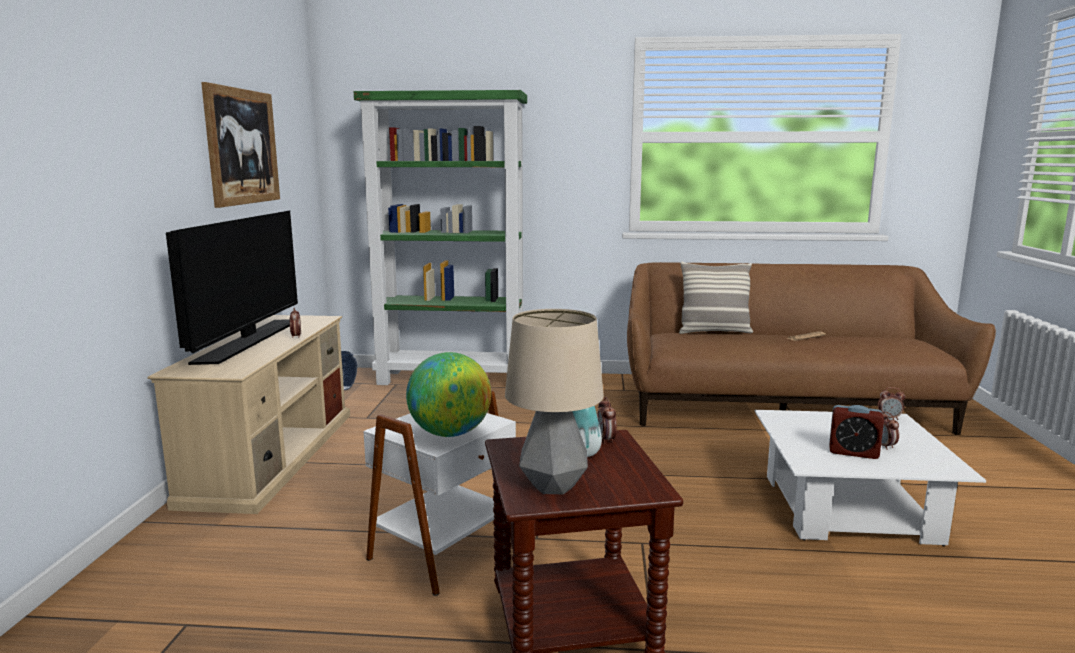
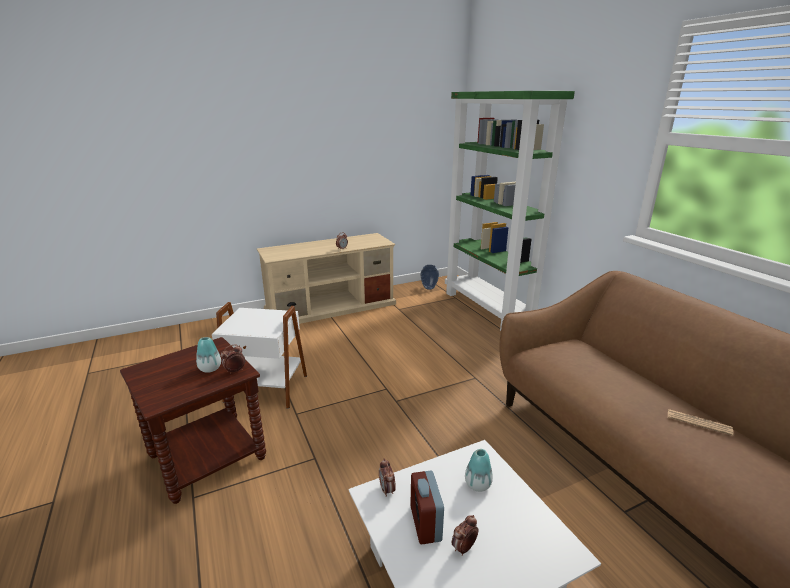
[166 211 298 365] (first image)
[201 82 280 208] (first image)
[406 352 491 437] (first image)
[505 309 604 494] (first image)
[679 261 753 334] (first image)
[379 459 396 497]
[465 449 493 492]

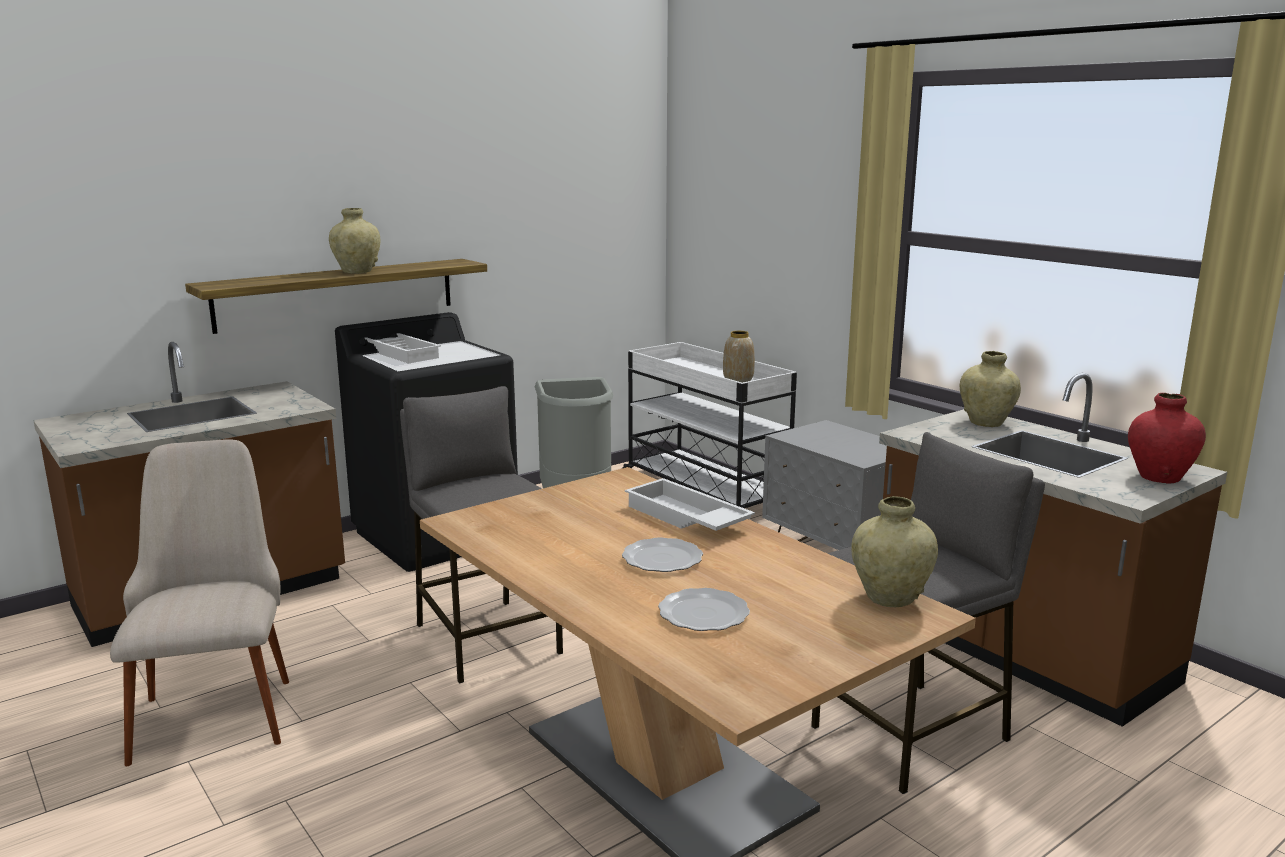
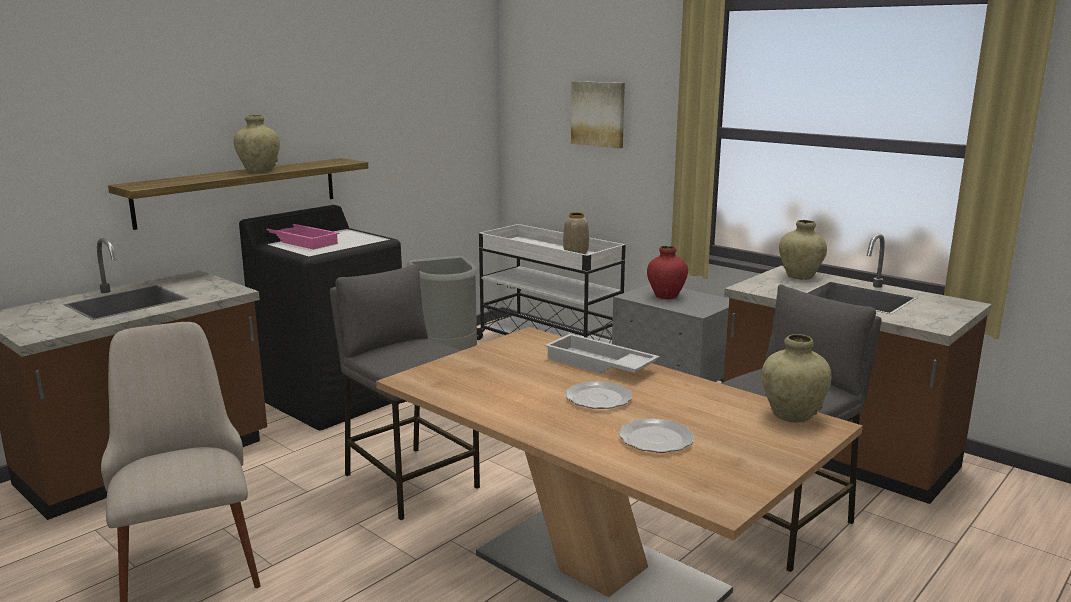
[267 224 339 249]
[647 246 688 299]
[571 81 625 149]

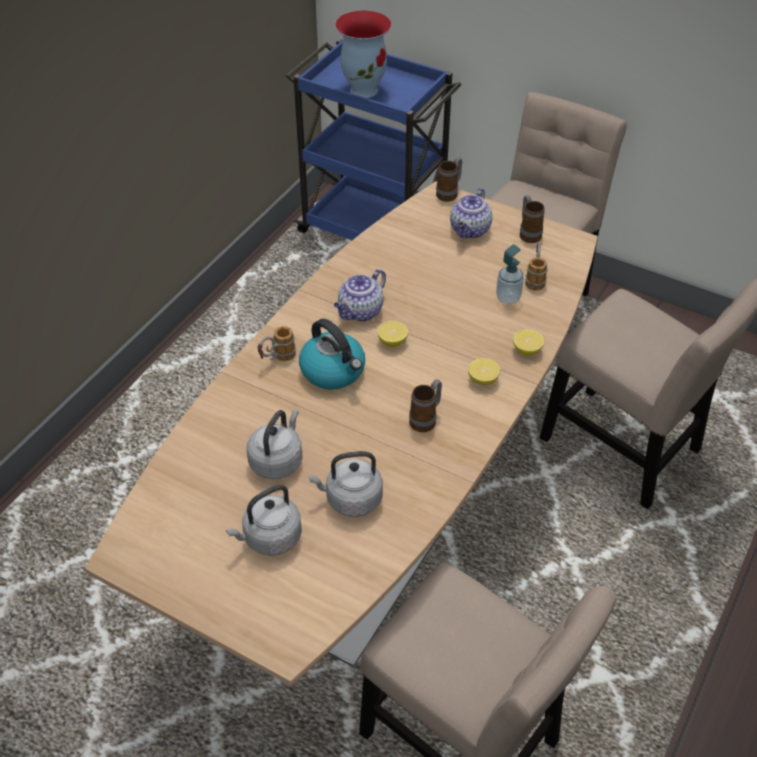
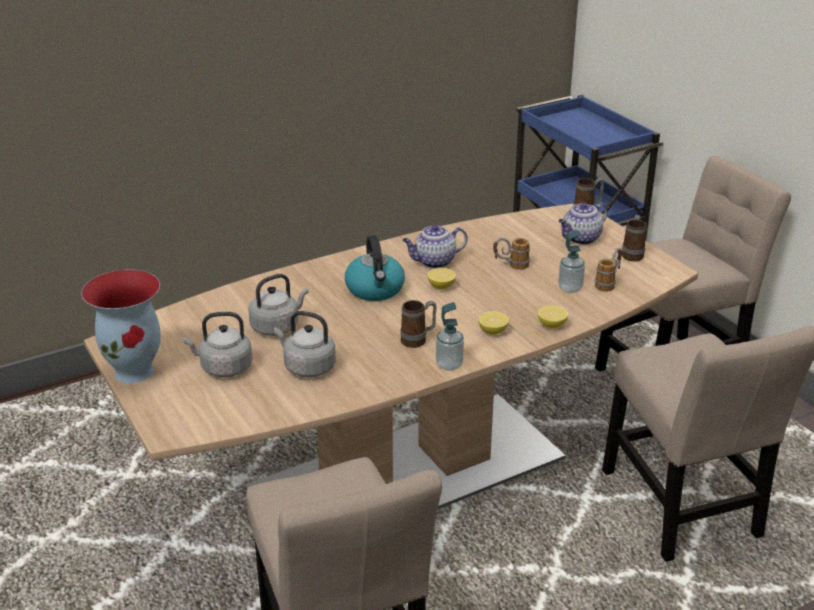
[493 238 530 270]
[81 270 161 383]
[436 302 464 371]

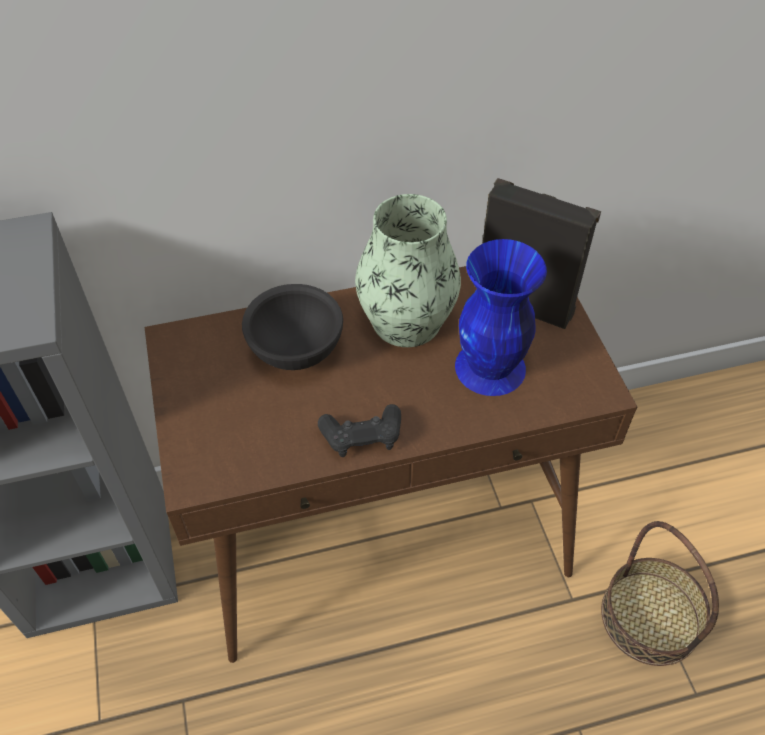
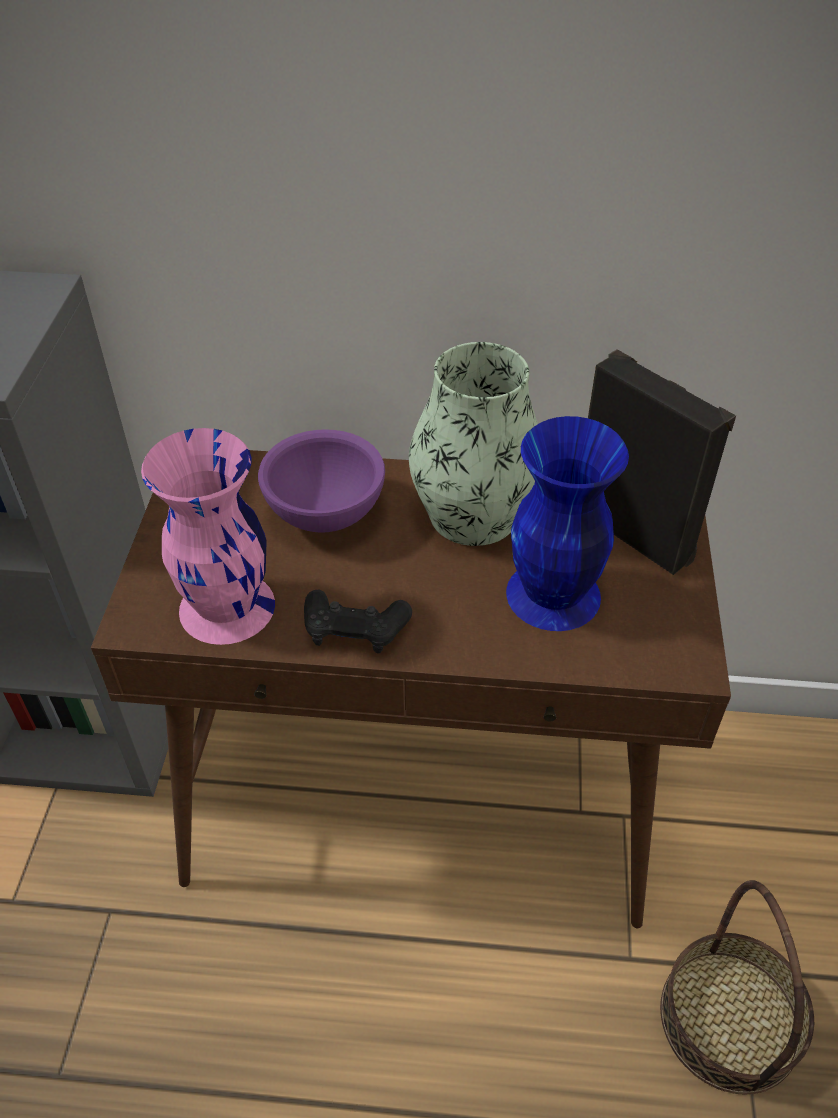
[258 429 385 533]
[141 428 275 645]

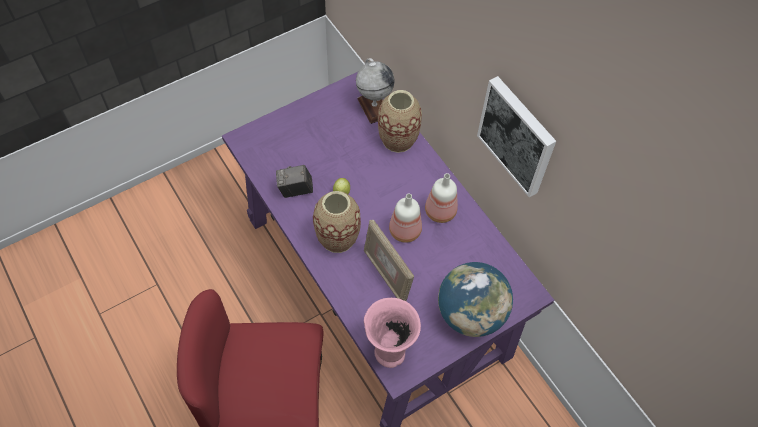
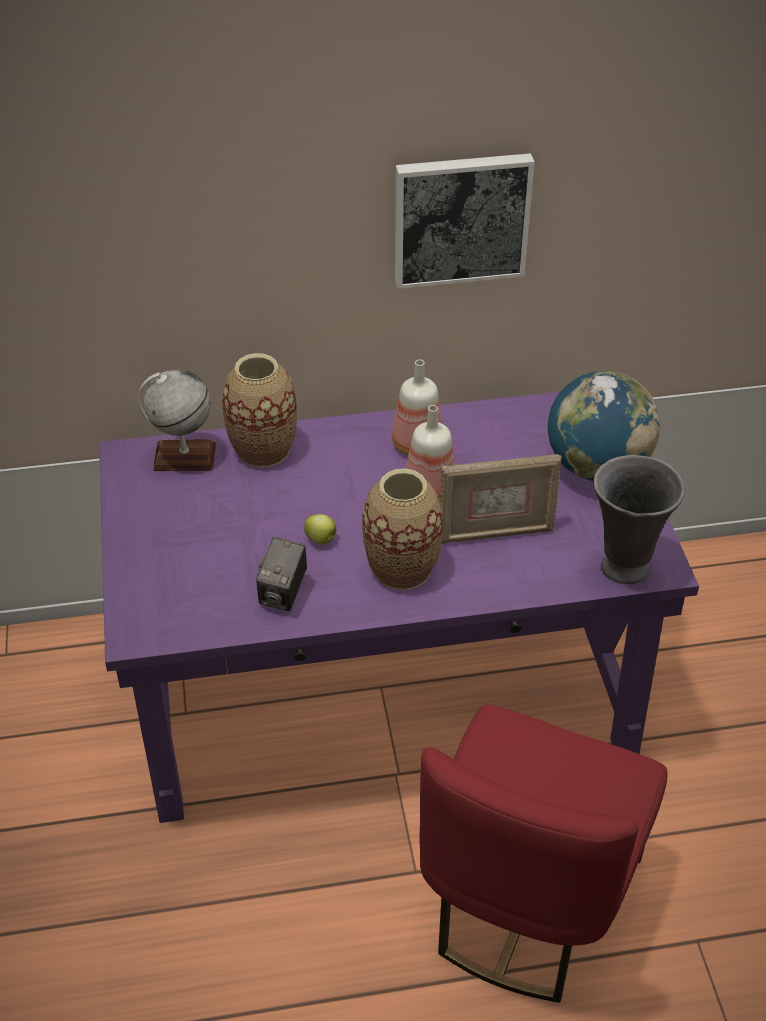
[593 455 685 584]

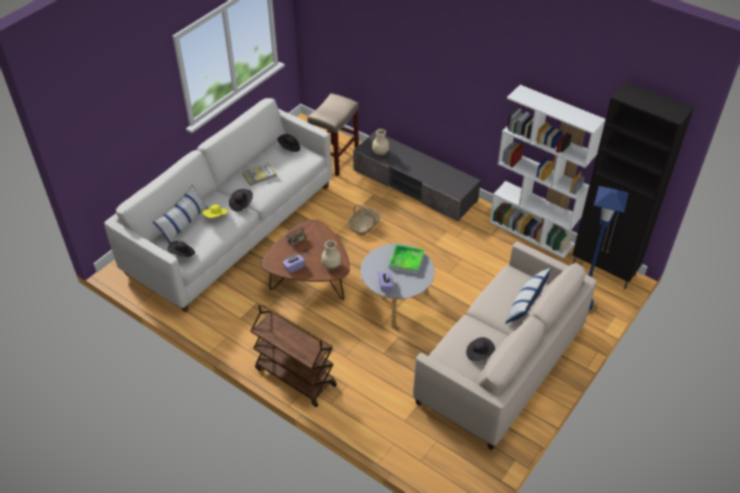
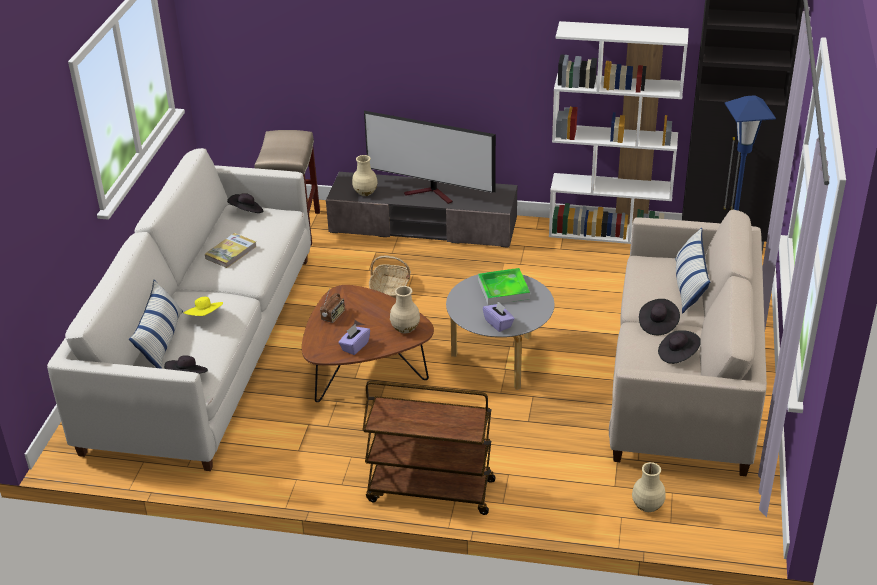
[639 299 680 335]
[364 111 496 204]
[632 462 666 512]

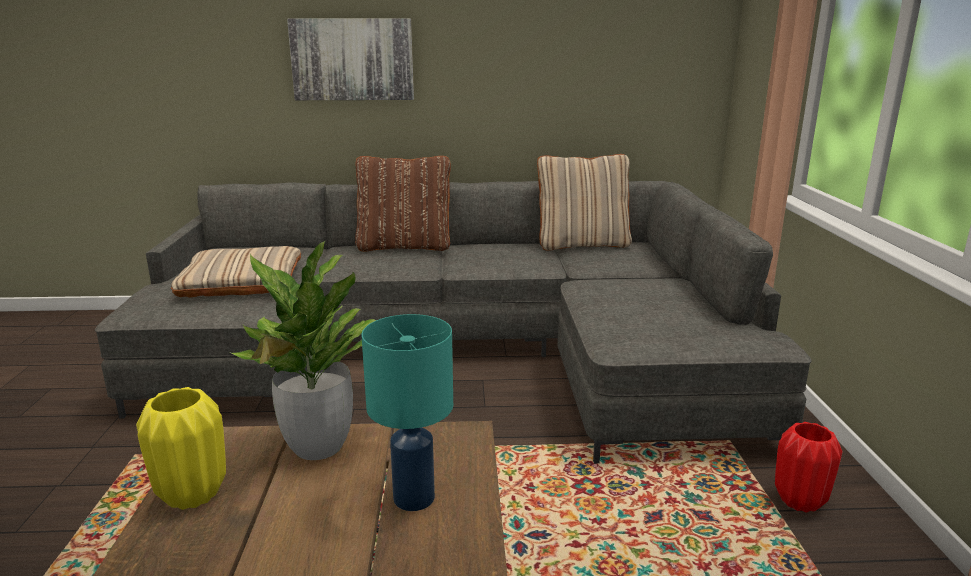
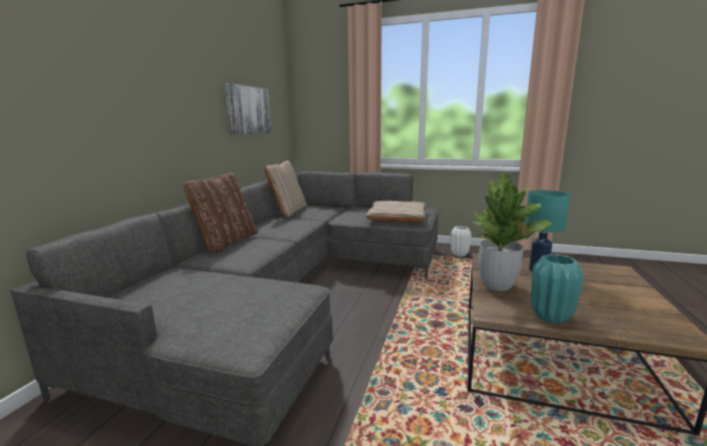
[531 254 584 323]
[366 201 426 222]
[225 83 271 134]
[450 226 471 257]

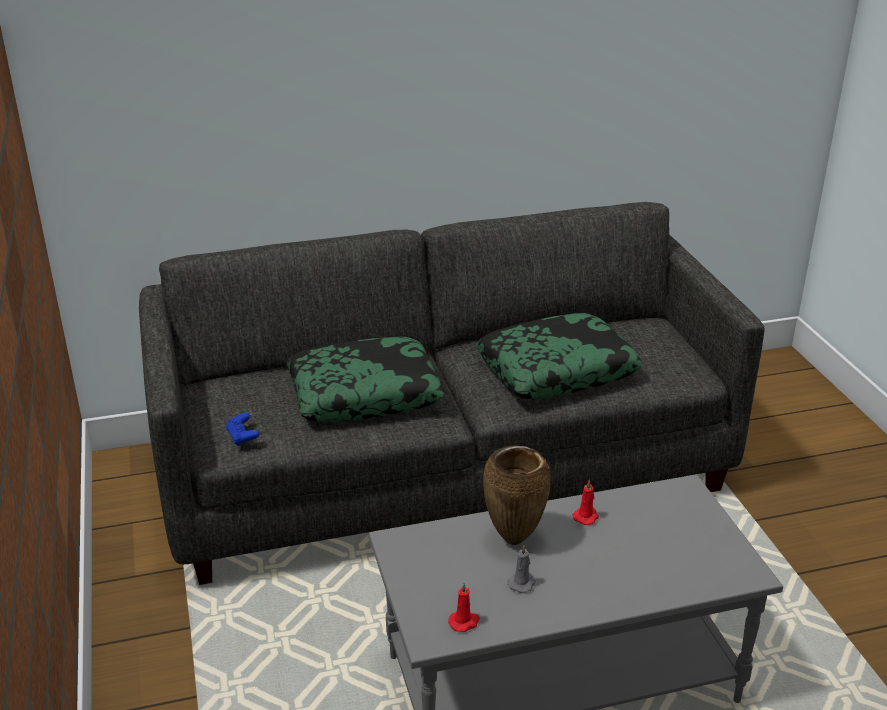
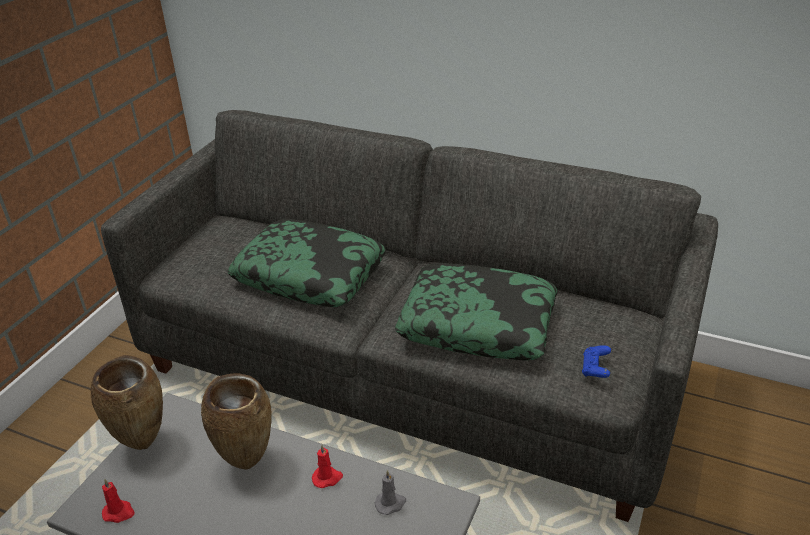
[582 346 611 378]
[375 470 406 515]
[91 355 163 450]

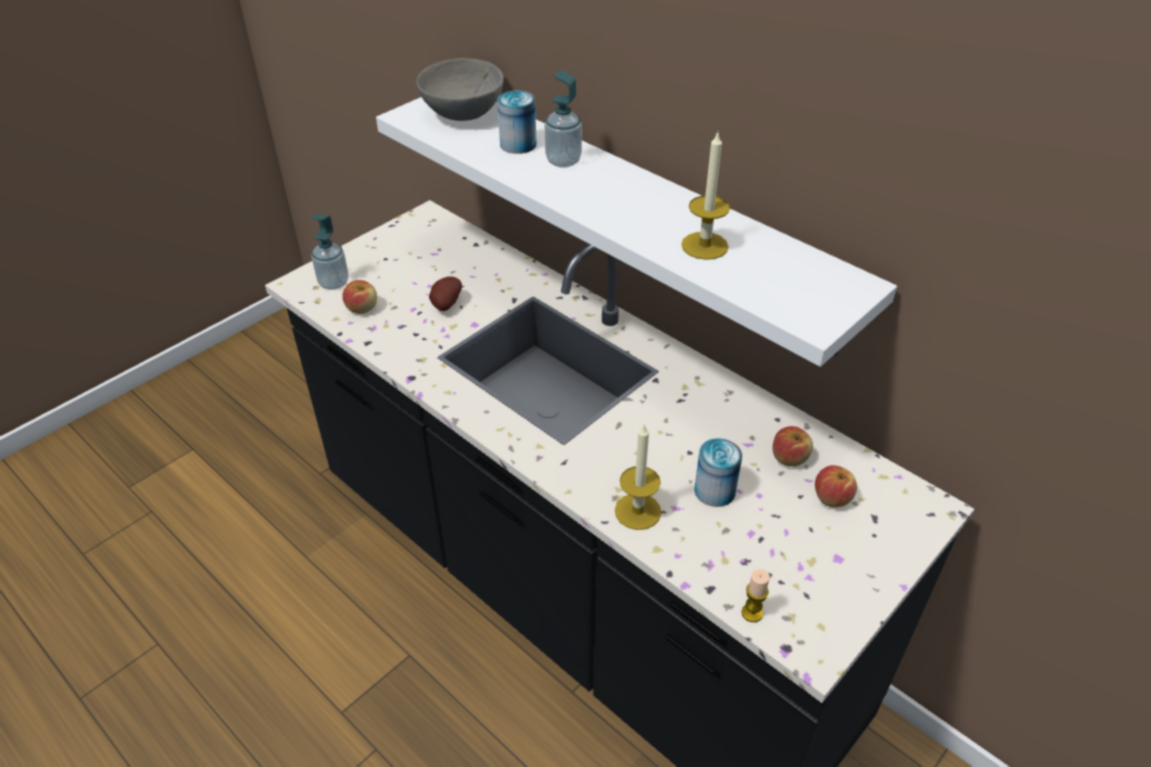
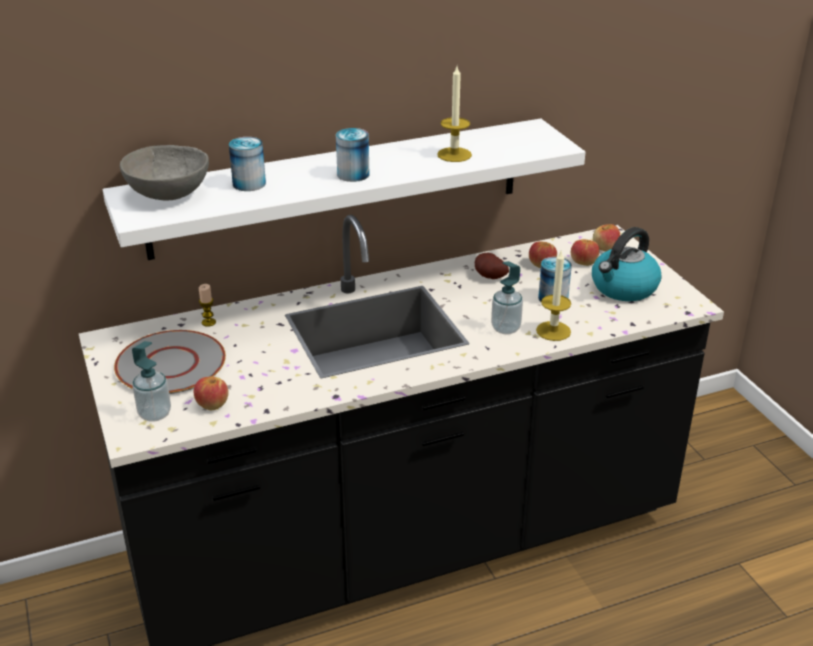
[475 253 509 279]
[491 261 523 335]
[199 284 216 327]
[114 330 226 394]
[336 128 369 182]
[592 227 661 301]
[593 224 620 251]

